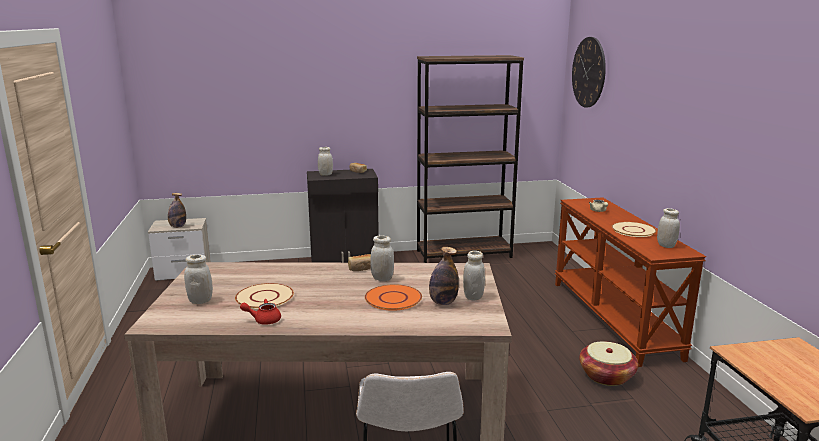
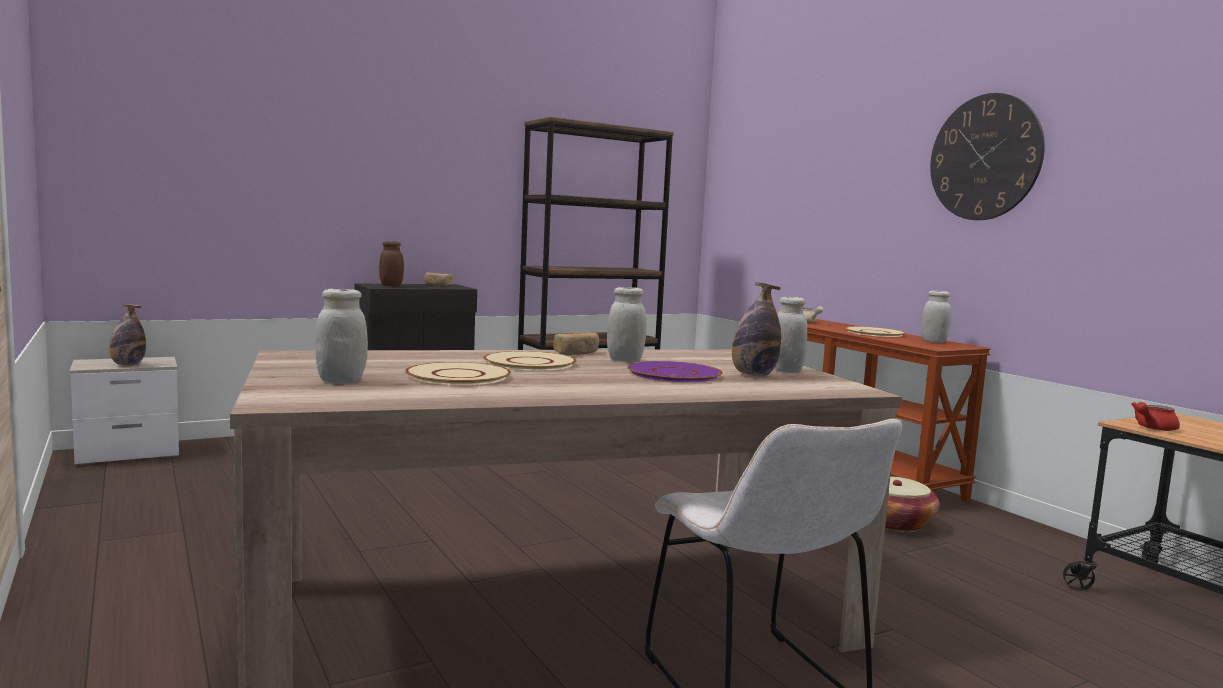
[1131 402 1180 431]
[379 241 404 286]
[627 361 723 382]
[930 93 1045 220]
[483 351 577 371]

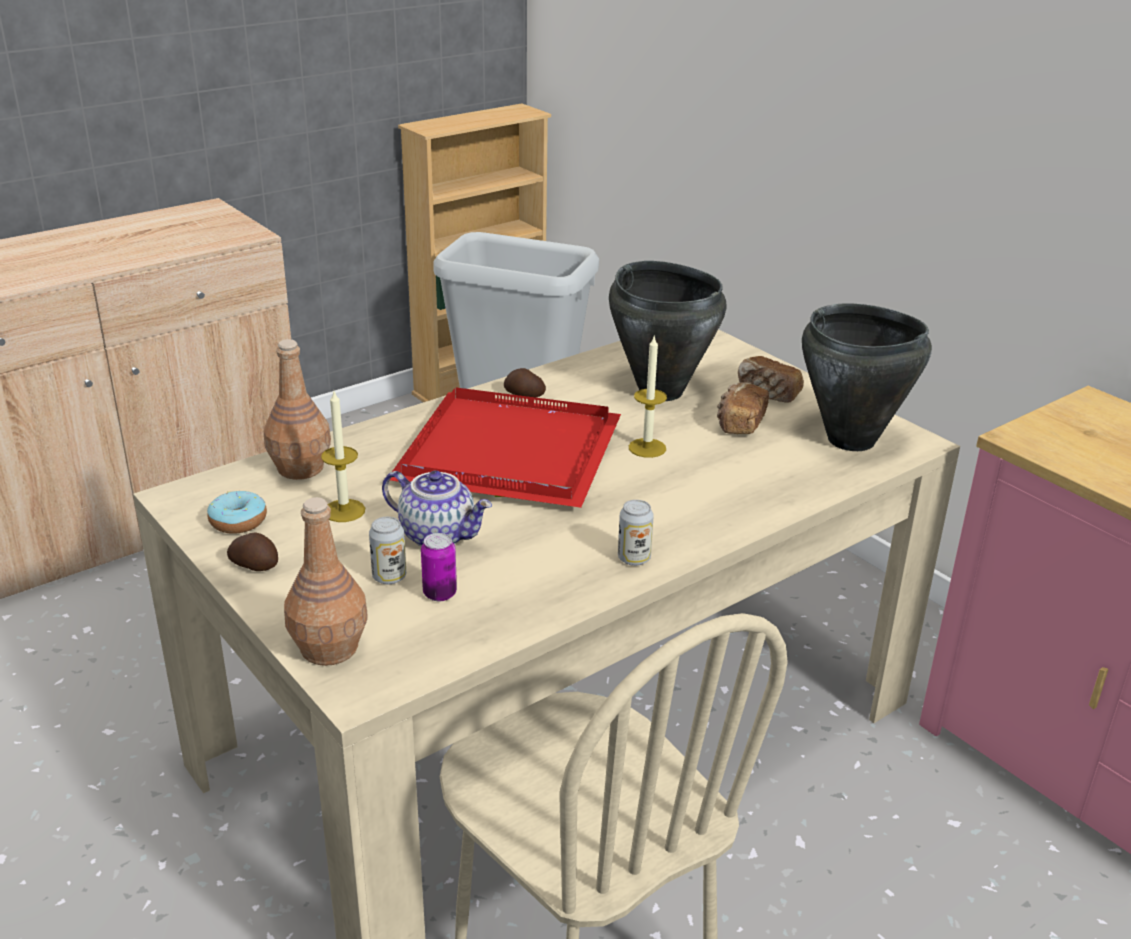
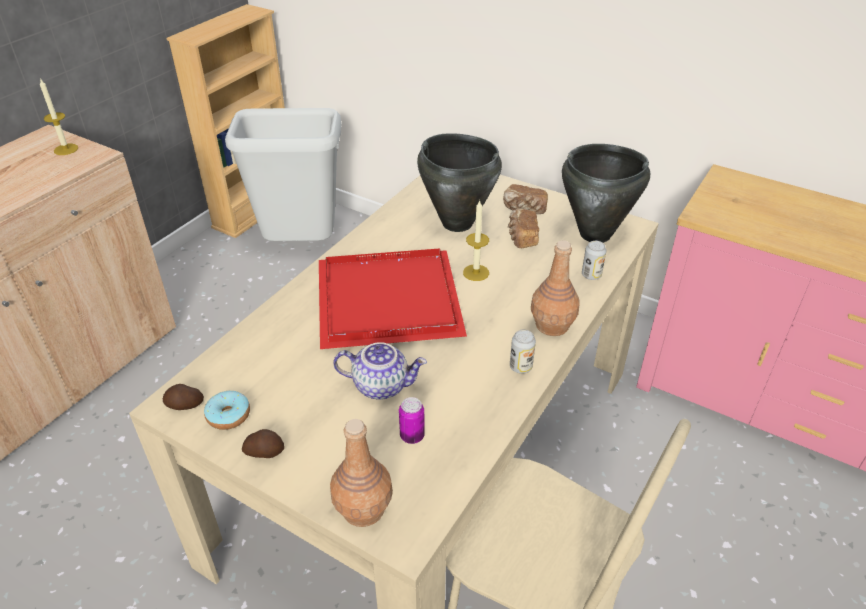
[531 240 580 336]
[40 78 78 155]
[582 241 606 280]
[163 384 204 410]

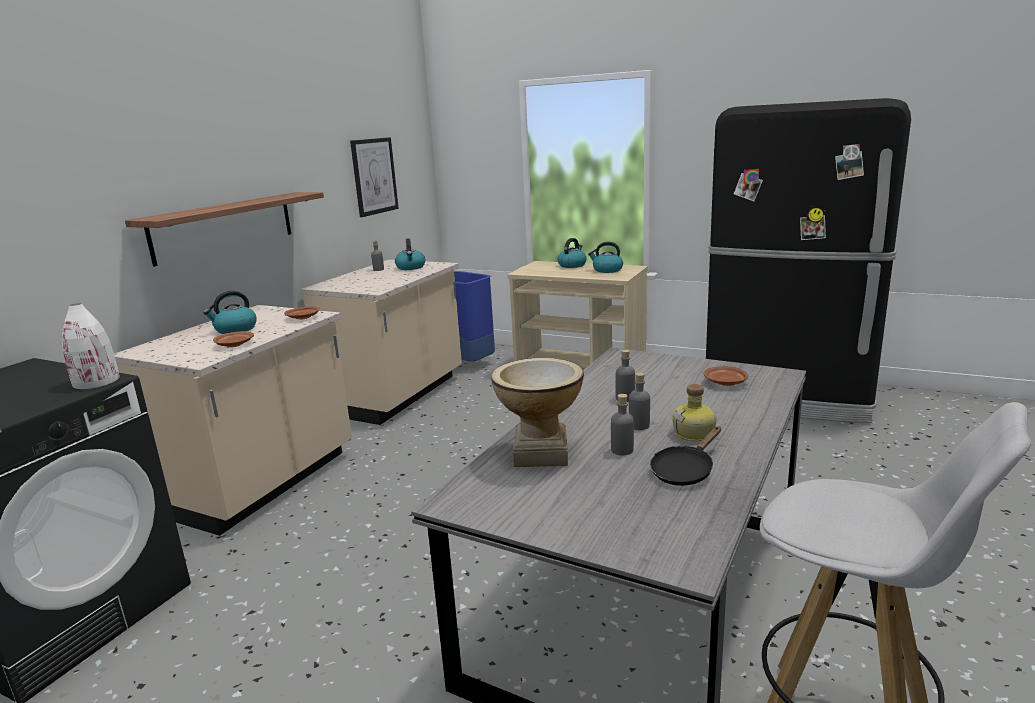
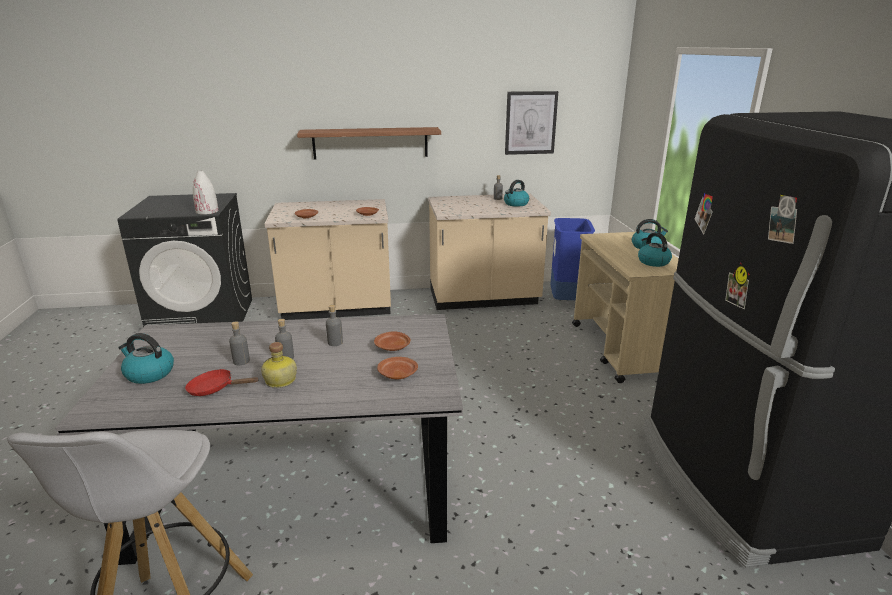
[118 333 174 384]
[491 358 584 467] (first image)
[185 369 259 396]
[374 331 411 351]

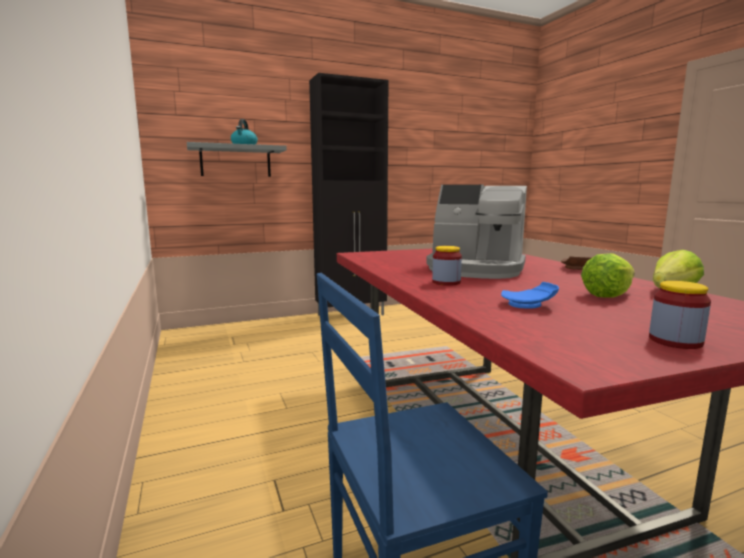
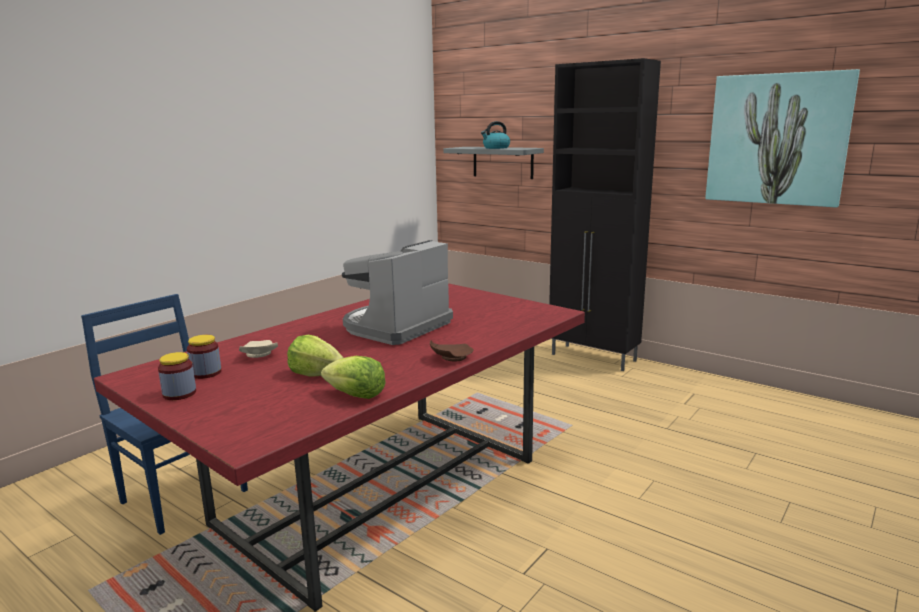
[342 240 453 345]
[187 335 221 379]
[239 340 278 358]
[705 69 860 207]

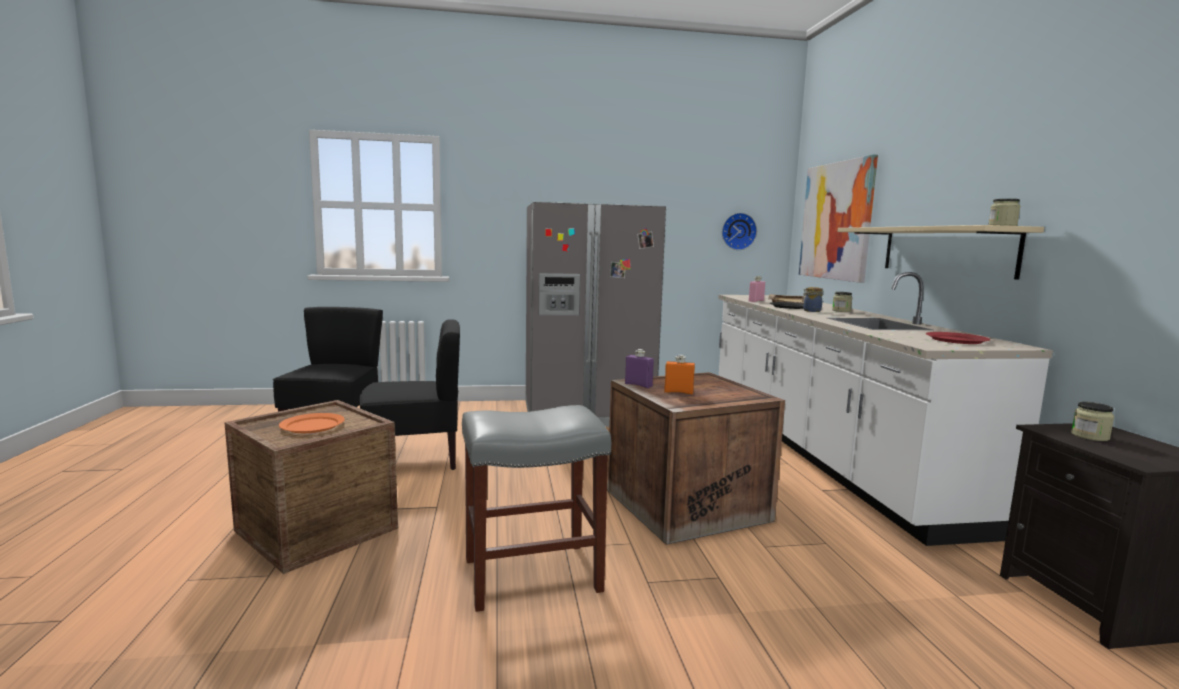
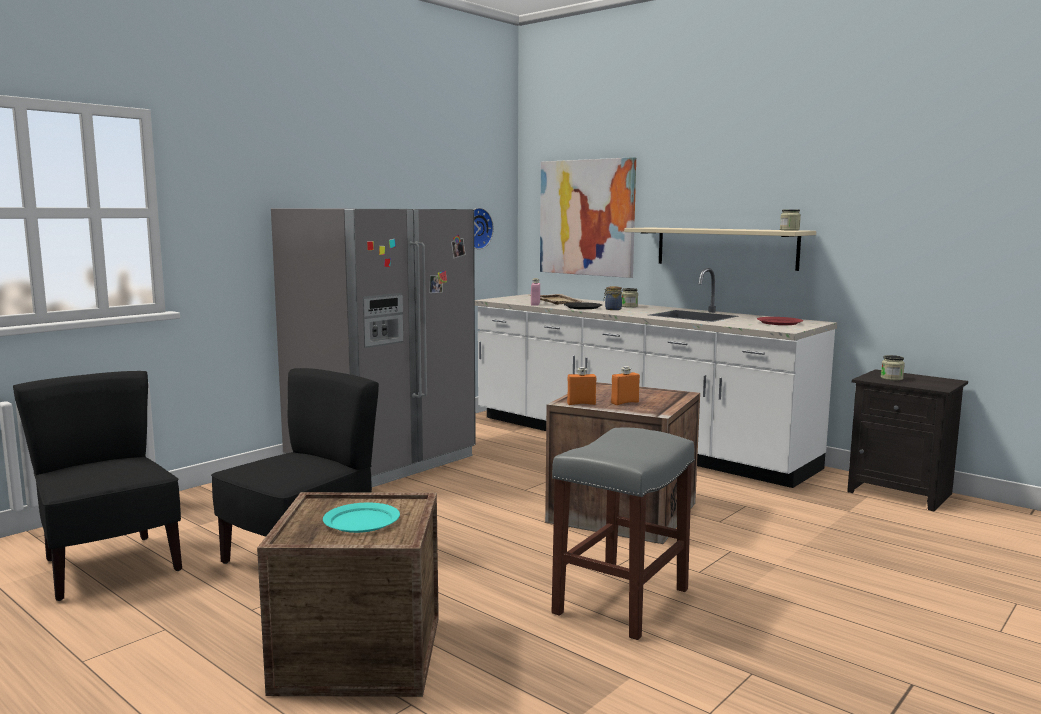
[323 503 400 533]
[567 367 596 405]

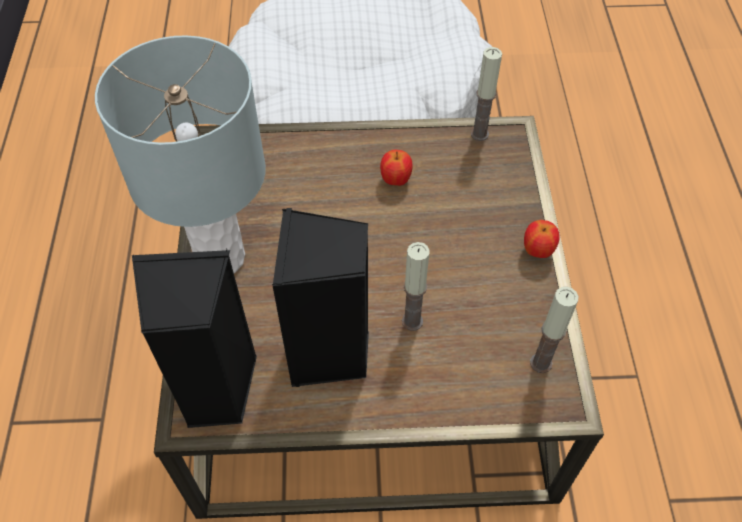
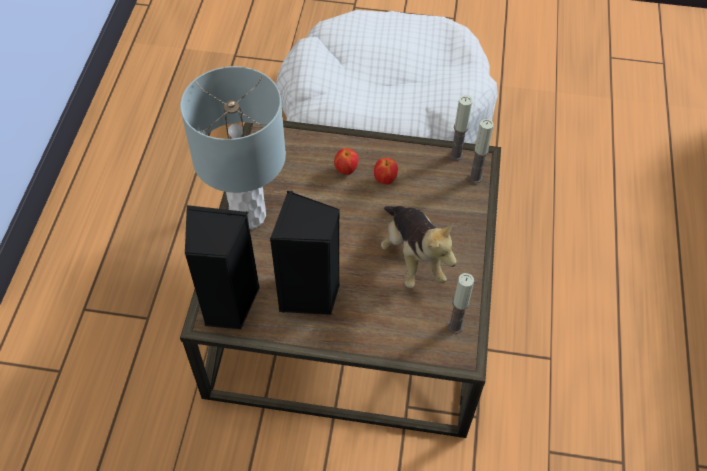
[469 119 494 183]
[334 148 358 175]
[381 206 457 288]

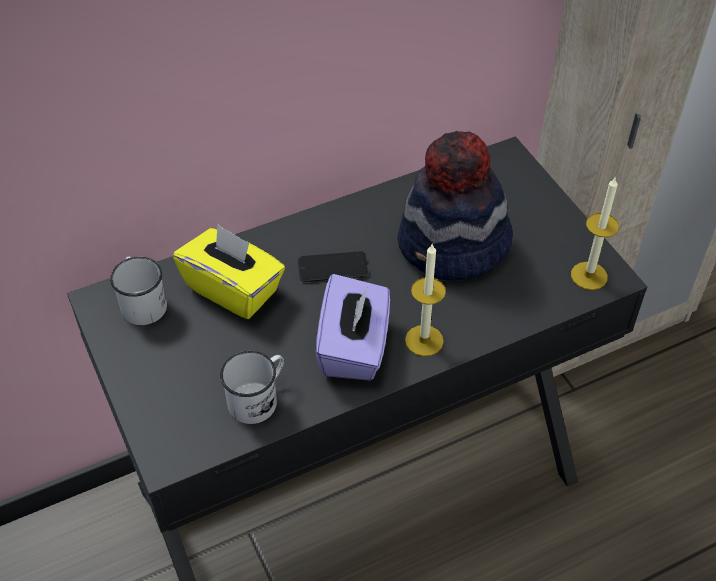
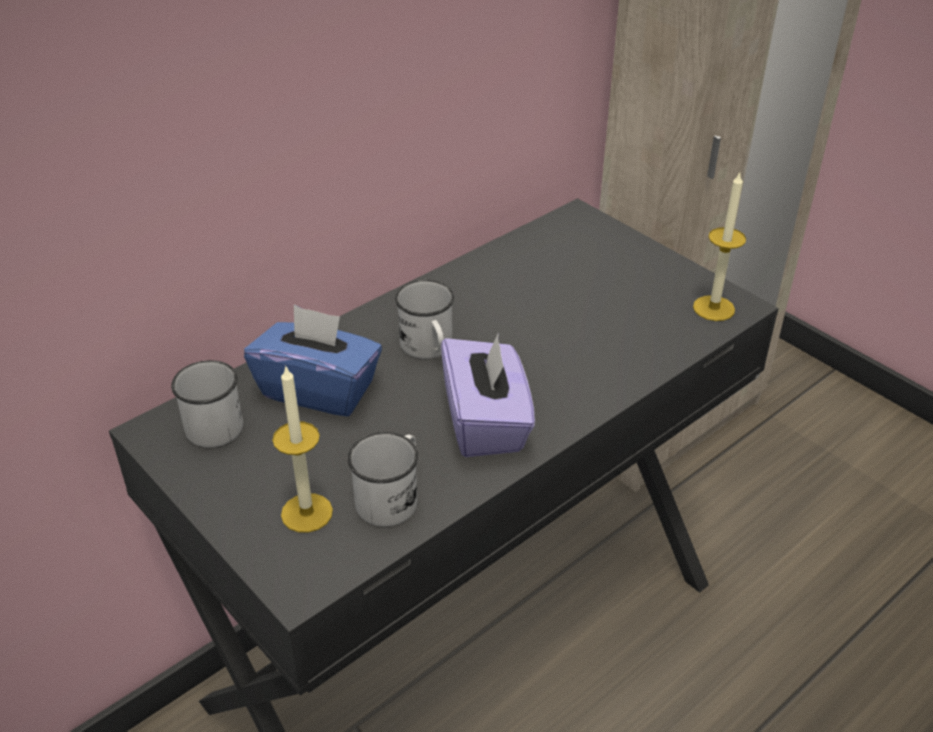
[244 305 382 416]
[395 280 454 359]
[397 131 513 281] (first image)
[272 365 333 533]

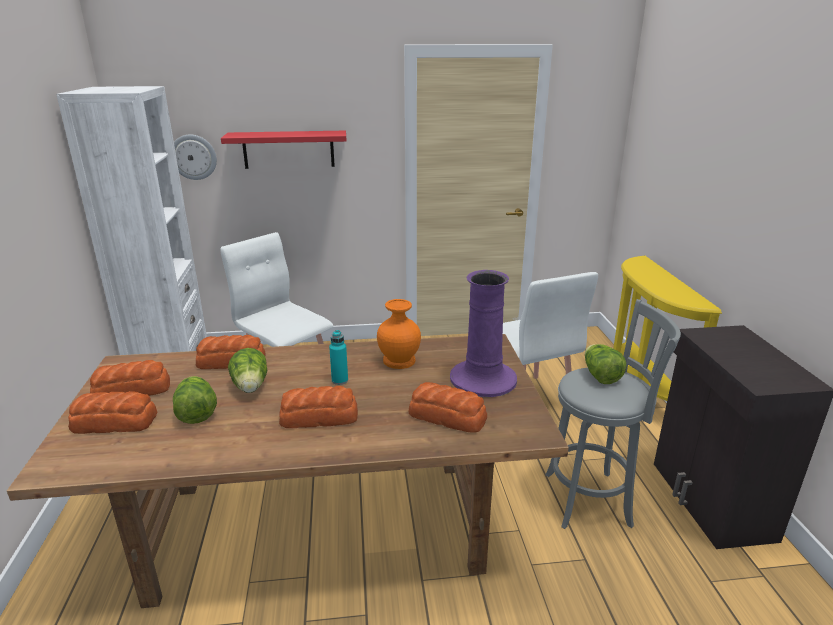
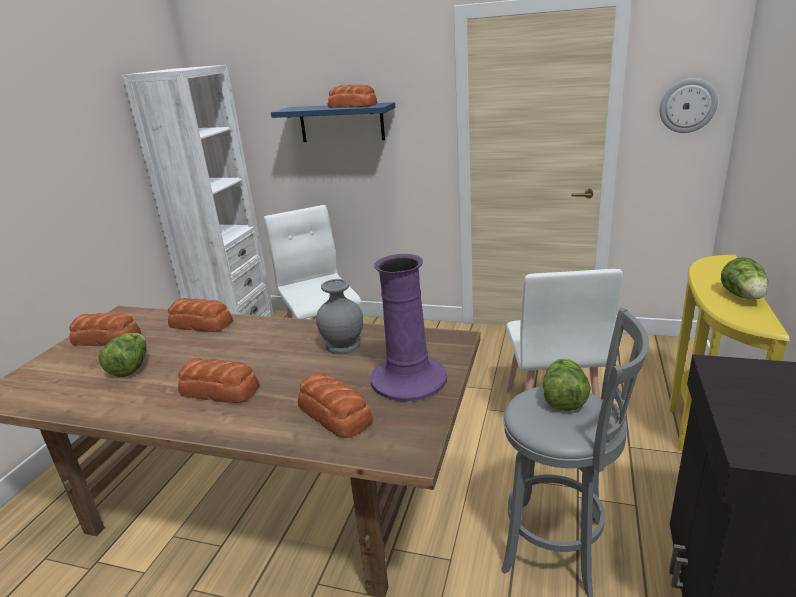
[328 85 377 108]
[660 78 718 133]
[271 102 395 142]
[721 257 768 300]
[329 330 348 385] (first image)
[316 279 363 354]

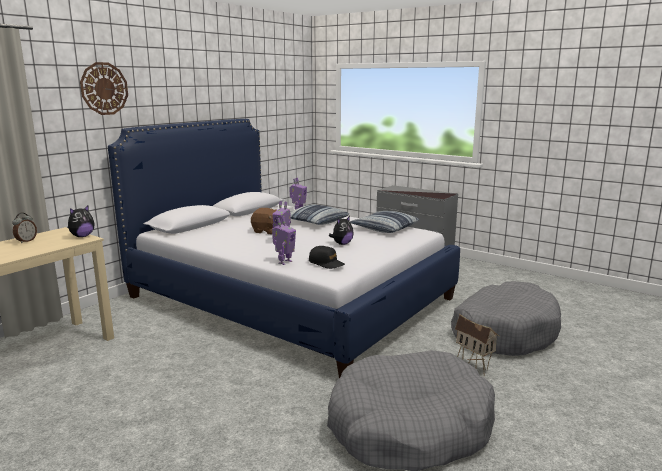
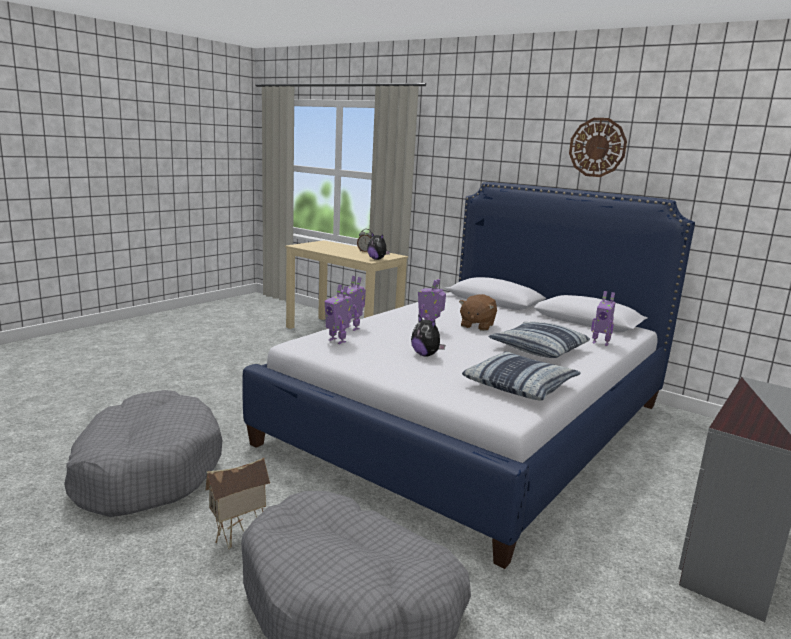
[569 118 627 177]
[325 285 353 344]

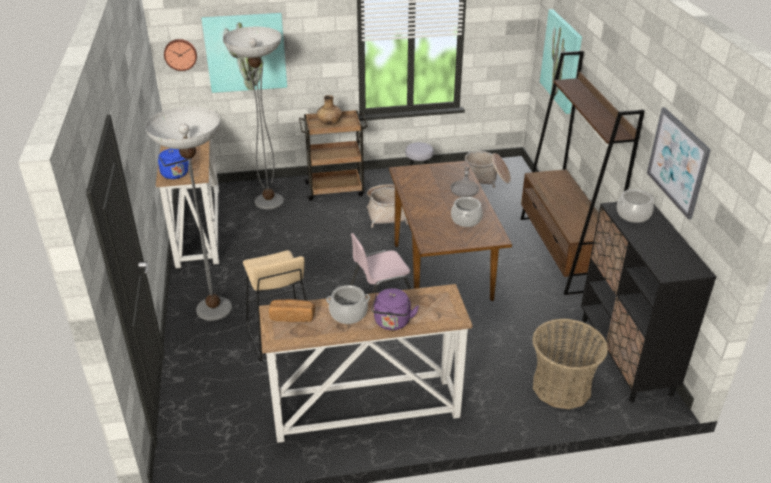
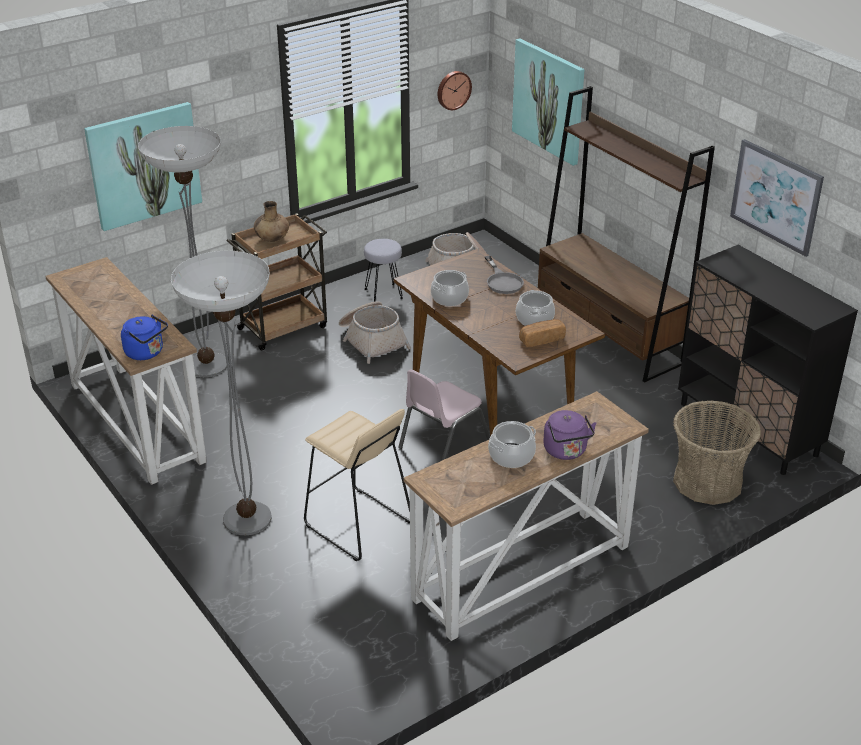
[438 71 472 110]
[519 319 566 347]
[431 270 469 306]

